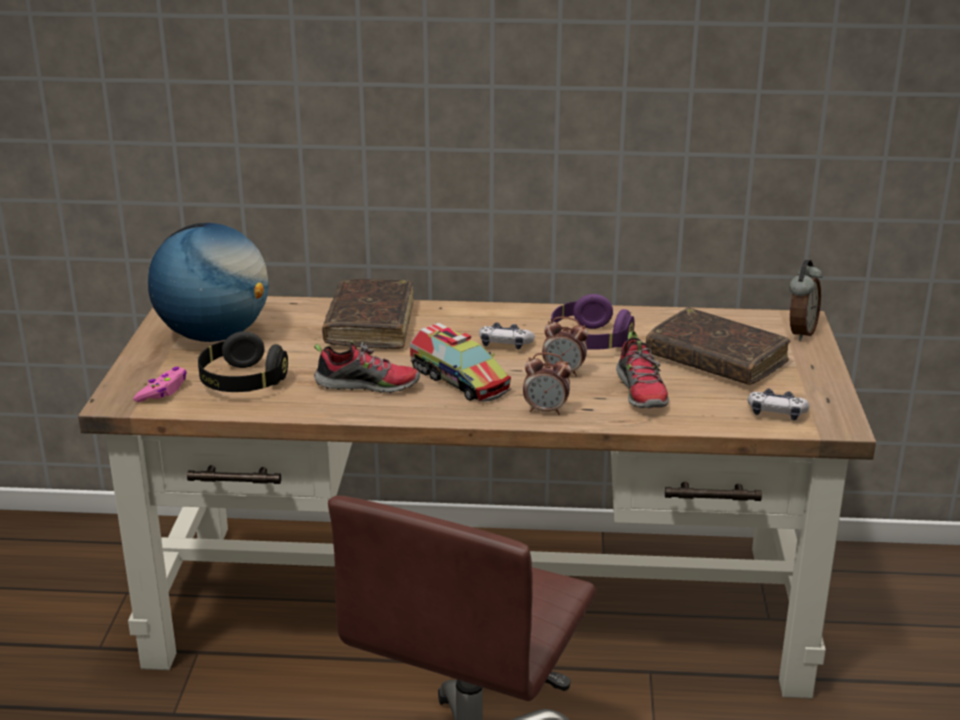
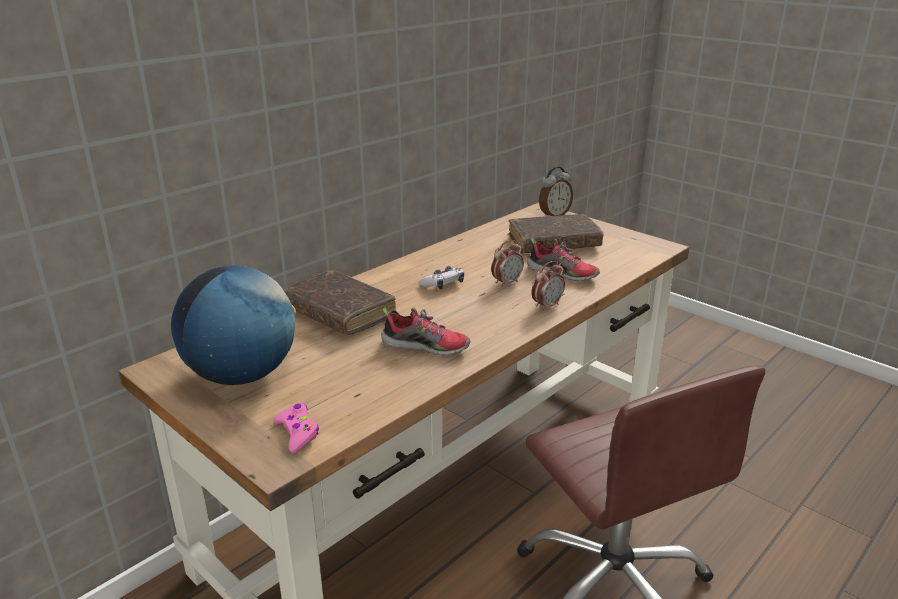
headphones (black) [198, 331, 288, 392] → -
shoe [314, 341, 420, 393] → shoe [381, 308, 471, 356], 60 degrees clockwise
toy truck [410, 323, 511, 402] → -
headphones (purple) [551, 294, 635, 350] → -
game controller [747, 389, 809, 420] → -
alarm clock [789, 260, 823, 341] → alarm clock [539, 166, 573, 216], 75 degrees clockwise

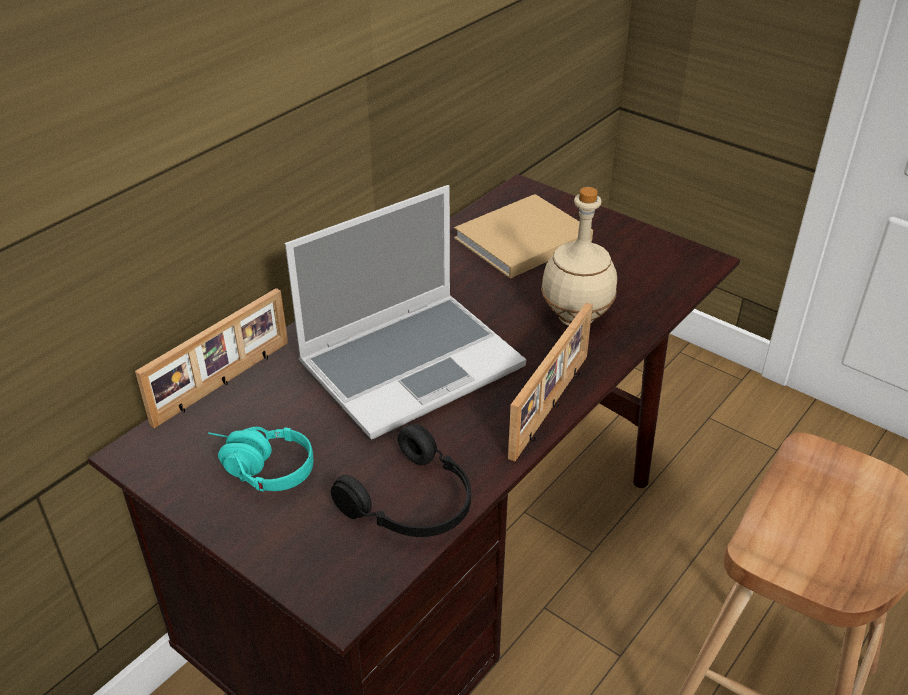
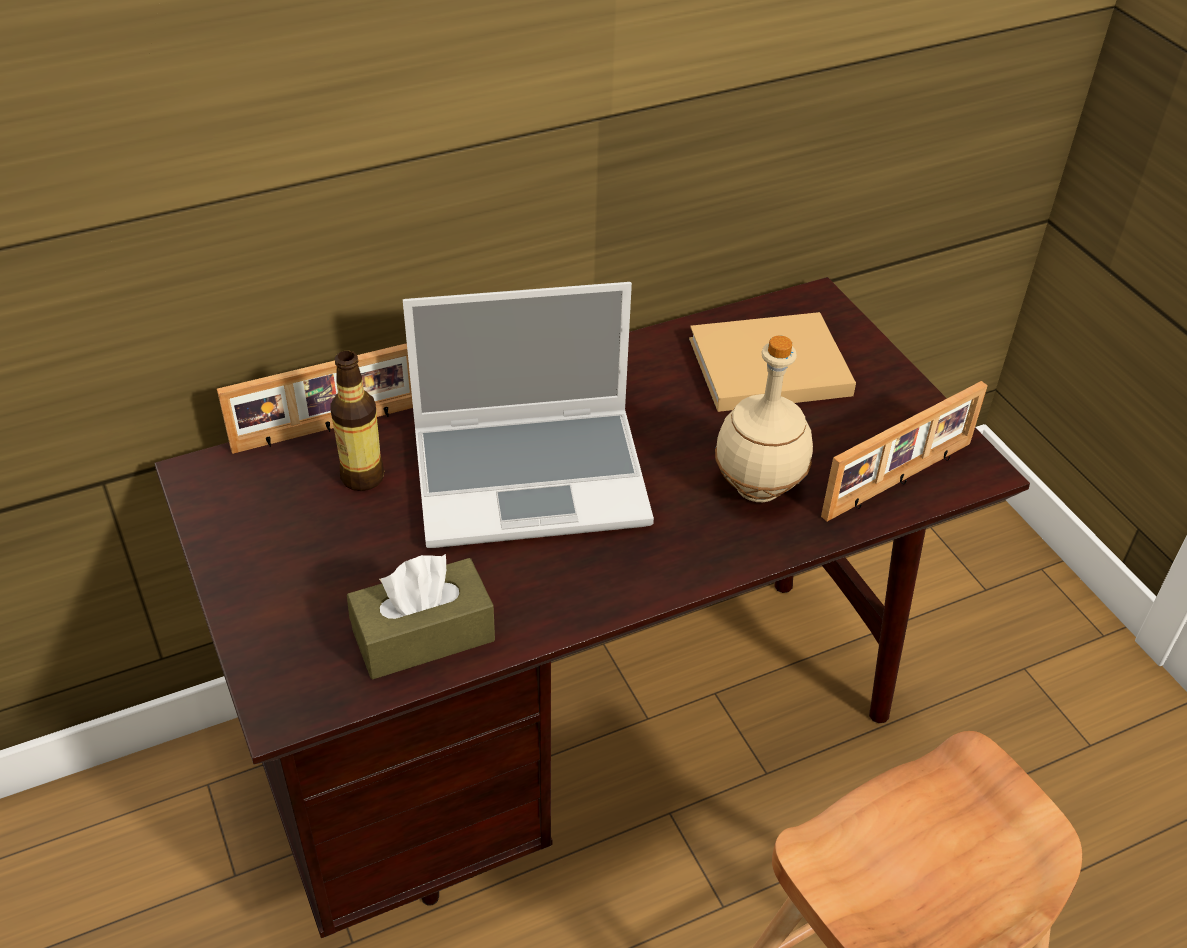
headphones (turquoise) [208, 427, 313, 492] → -
headphones (black) [331, 424, 471, 537] → tissue box (brown) [347, 554, 495, 679]
picture frame [508, 303, 593, 461] → picture frame [821, 381, 988, 522], relocated
- → bottle [330, 351, 385, 491]

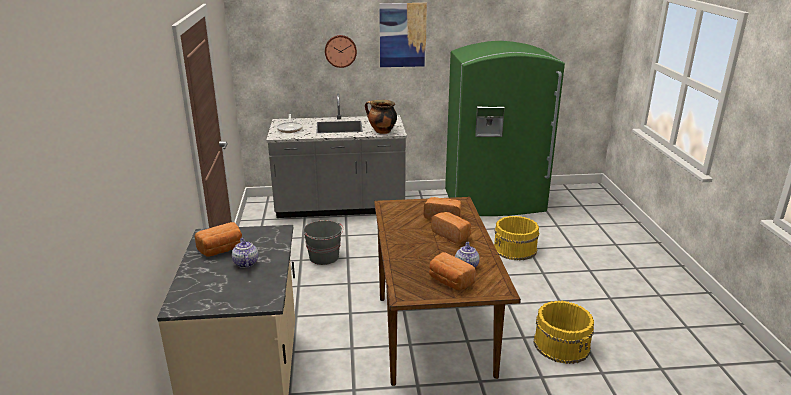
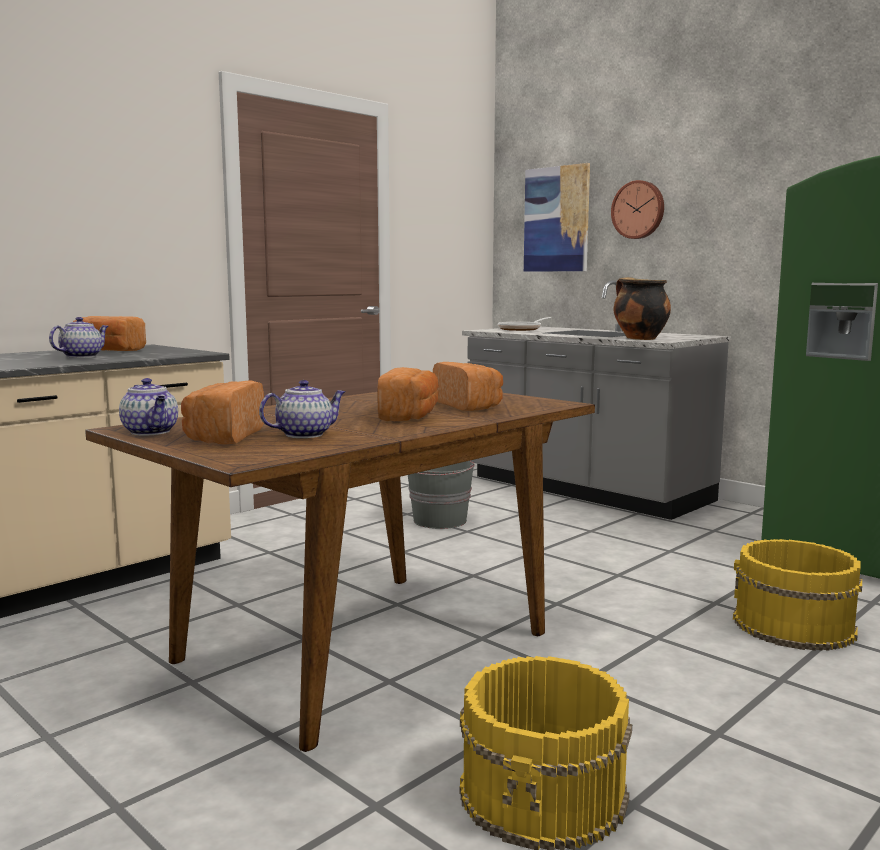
picture [379, 3, 427, 67] → picture [524, 163, 590, 272], relocated
- → teapot [119, 378, 178, 435]

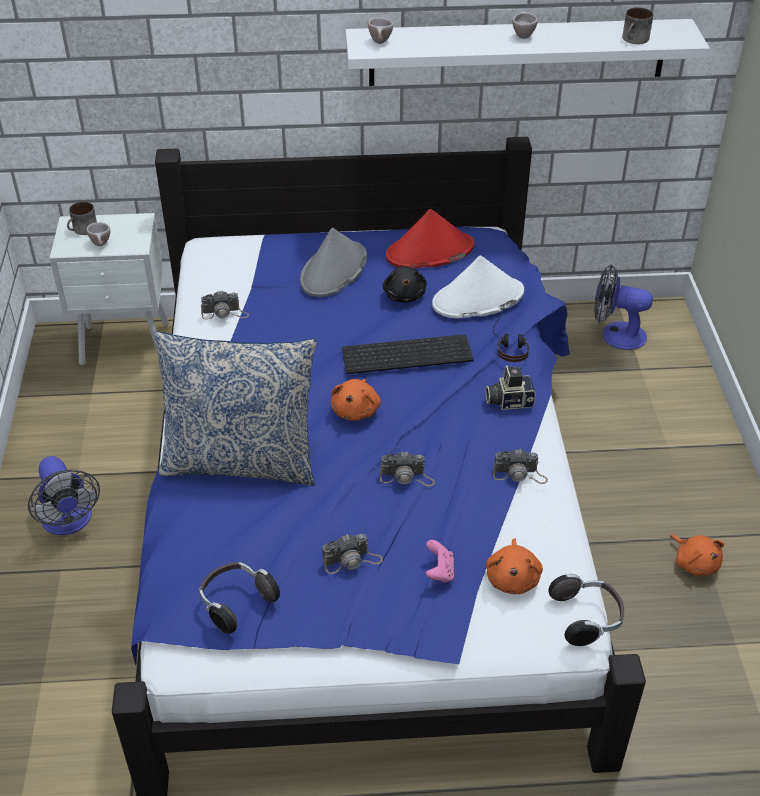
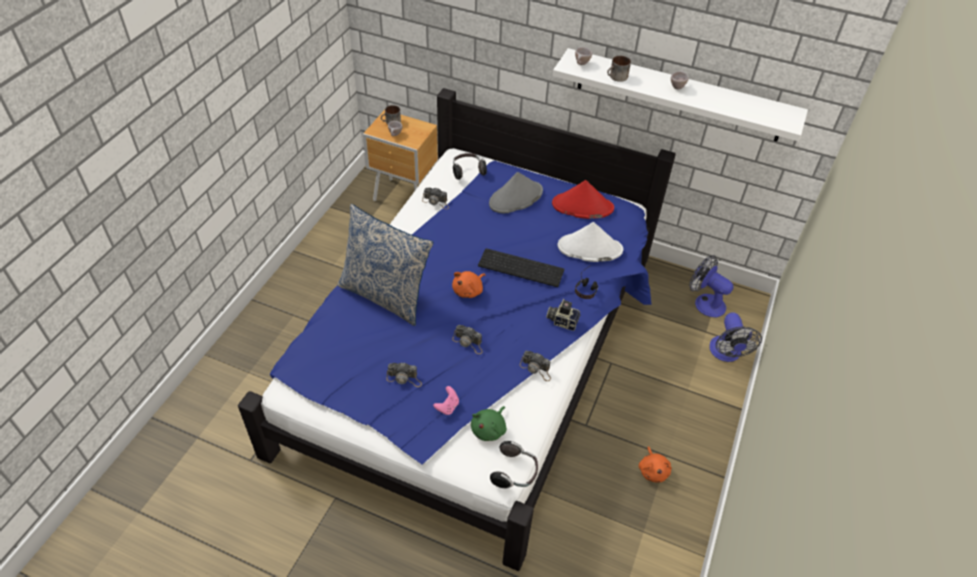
fan [28, 456, 100, 535] → fan [709, 312, 762, 362], relocated
nightstand (white) [50, 213, 169, 365] → nightstand (brown) [363, 110, 438, 201]
headphones [199, 562, 280, 634] → headphones [453, 153, 487, 180], relocated
plush toy (black) [383, 266, 427, 303] → -
plush toy (orange) [486, 538, 543, 594] → plush toy (green) [471, 406, 507, 441]
mug [622, 7, 653, 44] → mug [607, 56, 631, 82], relocated

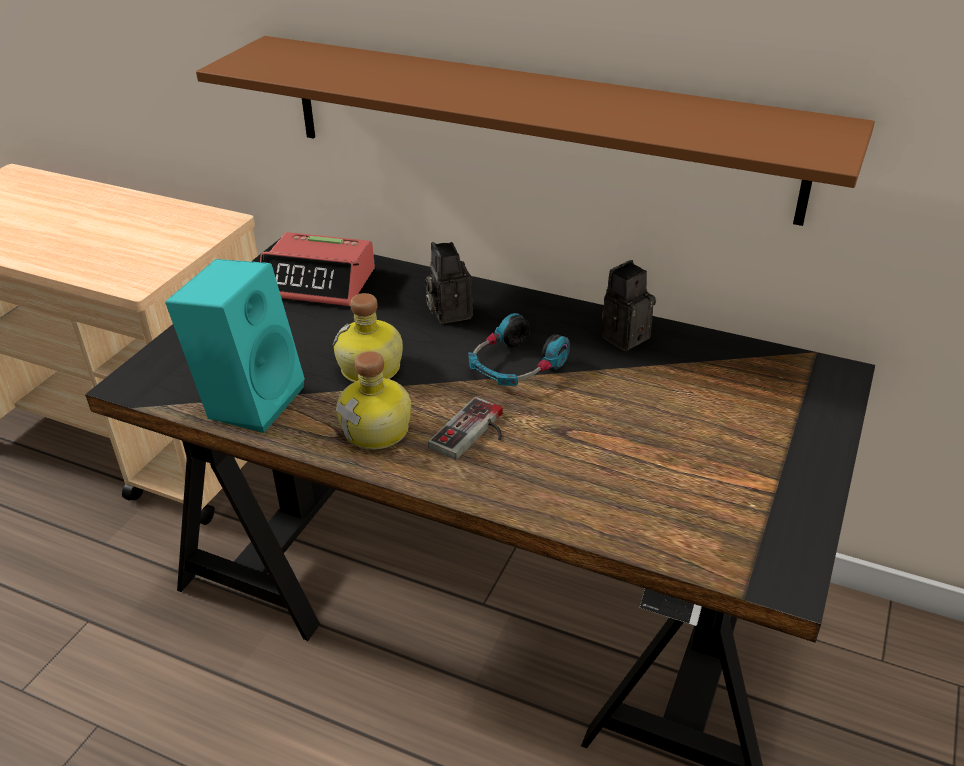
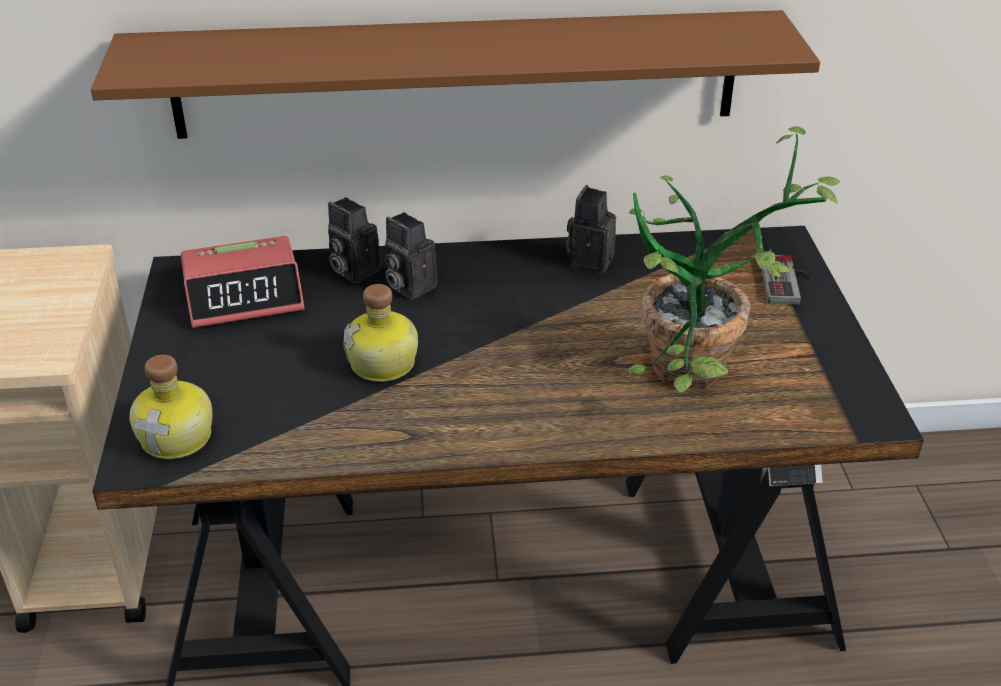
speaker (turquoise) [165, 259, 305, 433] → -
bottle [336, 351, 411, 450] → bottle [129, 355, 213, 459], relocated
game controller [428, 397, 503, 460] → game controller [762, 255, 814, 305], relocated
headphones [468, 313, 570, 386] → -
- → photo camera [328, 197, 381, 283]
- → potted plant [629, 126, 840, 392]

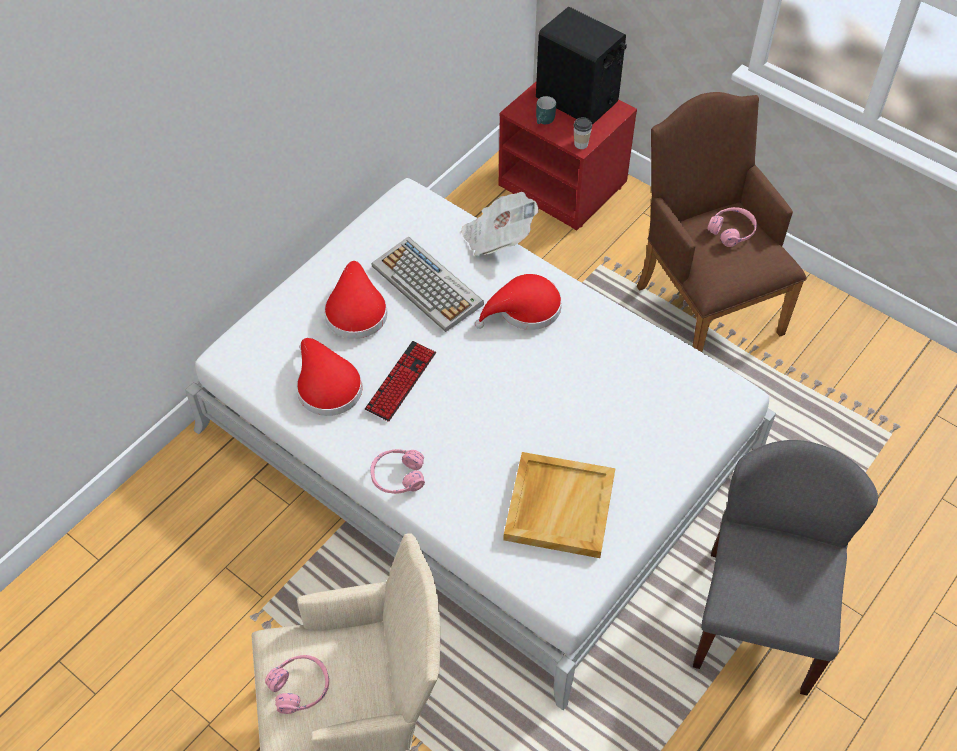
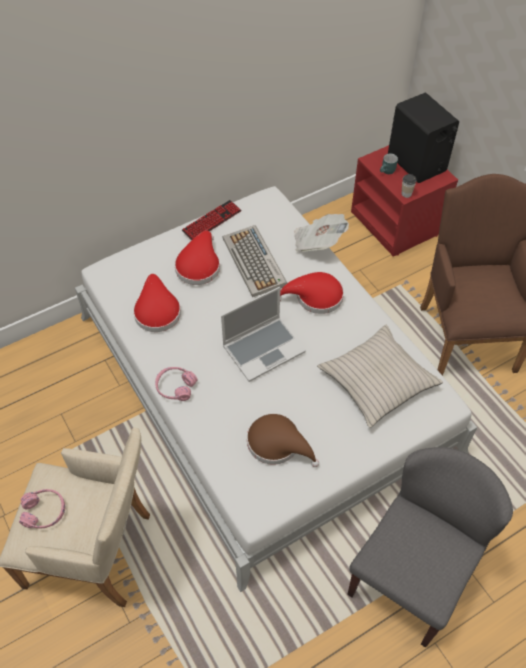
keyboard [365, 341, 436, 422] → keyboard [182, 200, 241, 240], relocated
tray (beige) [503, 452, 616, 558] → hat (brown) [247, 414, 319, 467]
headphones (pink) [707, 207, 757, 247] → -
- → laptop [221, 287, 306, 382]
- → pillow (beige) [317, 325, 443, 428]

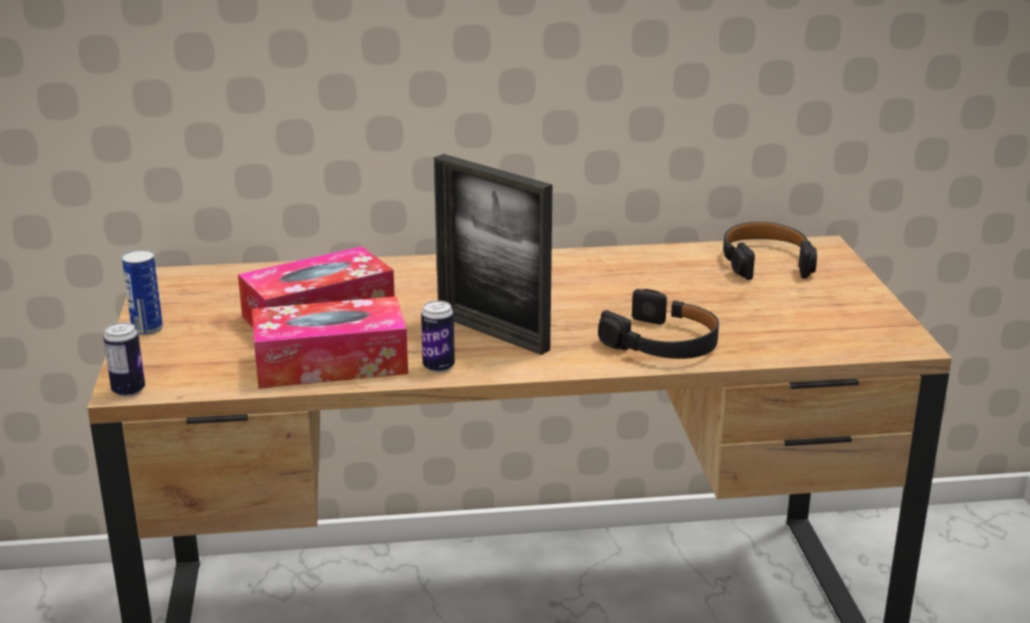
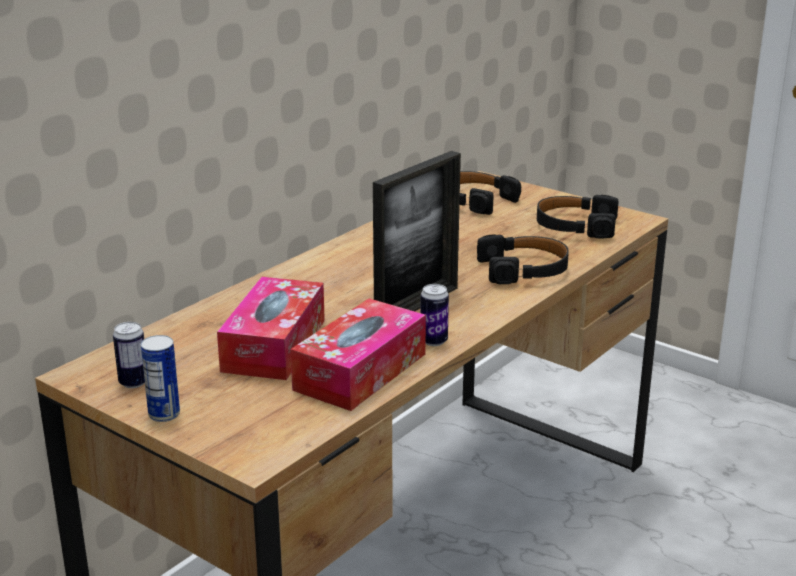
can [103, 322, 145, 397] → can [113, 322, 145, 388], relocated
picture frame [434, 154, 552, 355] → picture frame [373, 151, 461, 311], 45 degrees counterclockwise
- → headphones (black) [537, 195, 619, 239]

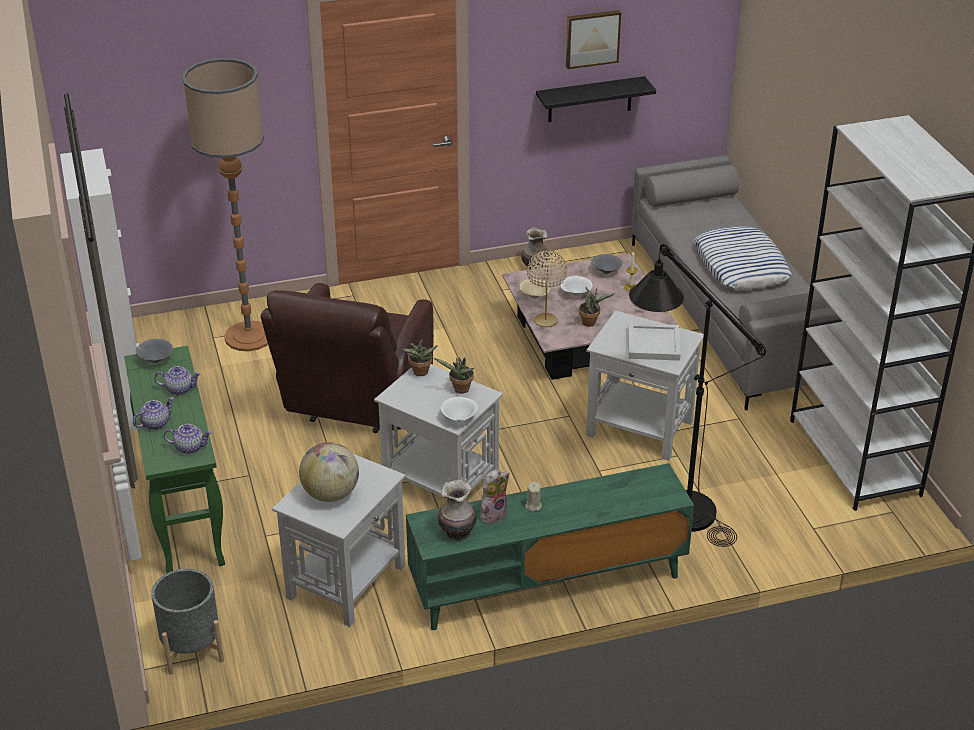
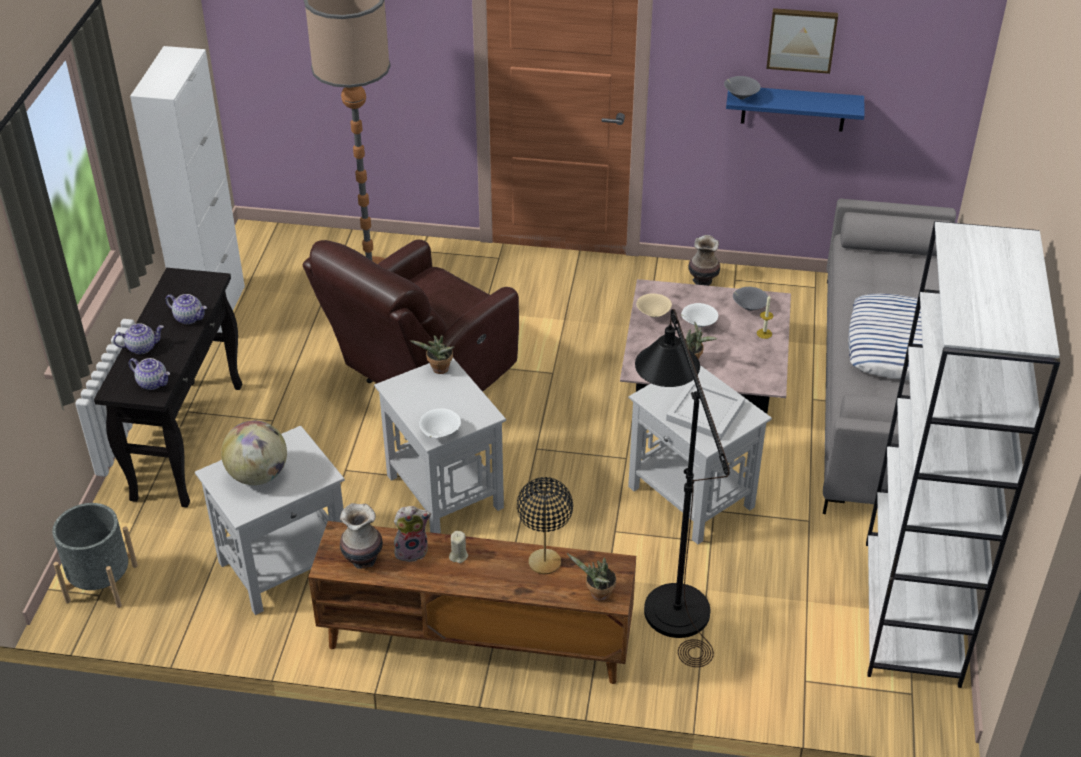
console table (green) [124, 346, 225, 574] → console table (black) [94, 268, 242, 507]
bowl (grey) [135, 339, 173, 363] → bowl (grey) [724, 76, 761, 99], relocated
tv stand (green) [406, 463, 694, 630] → tv stand (brown) [308, 521, 636, 684]
potted plant [434, 357, 474, 394] → potted plant [567, 553, 616, 602], relocated
table lamp (beige) [527, 250, 567, 327] → -
shelf (black) [536, 76, 656, 122] → shelf (blue) [726, 88, 865, 132]
- → table lamp (black) [517, 477, 573, 574]

